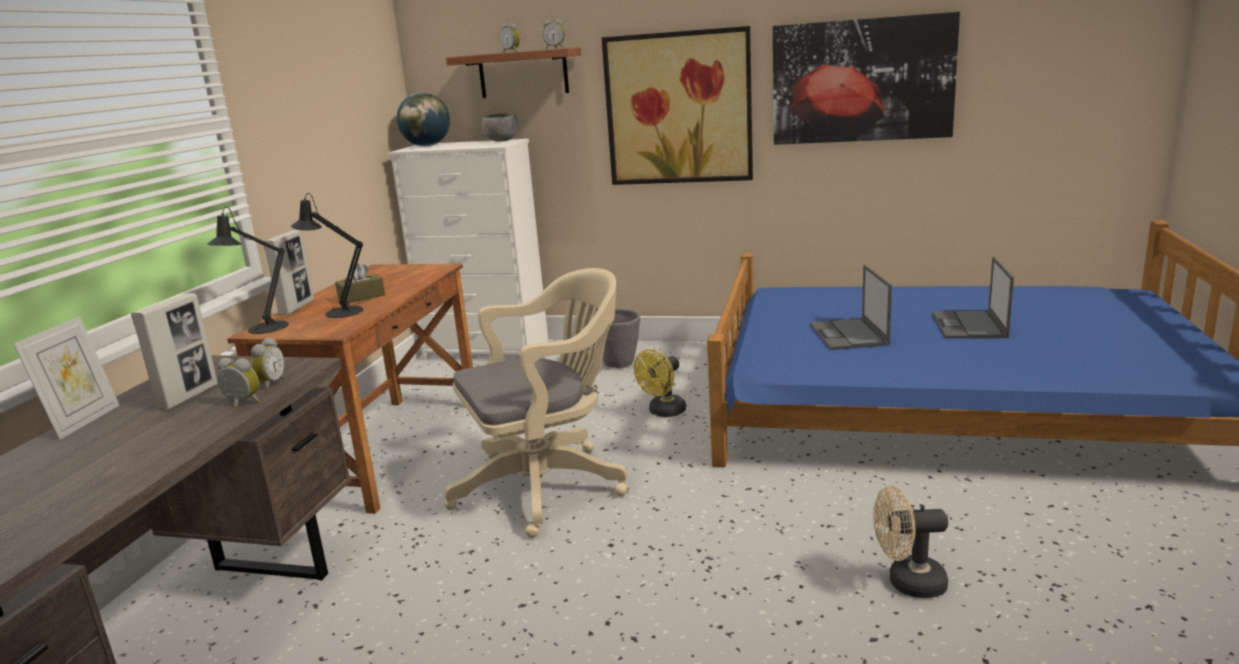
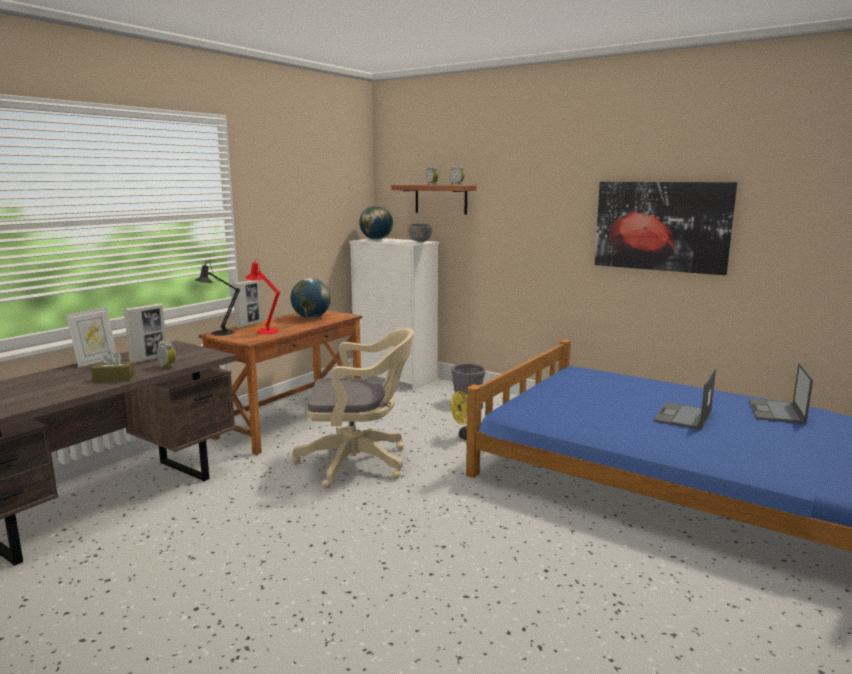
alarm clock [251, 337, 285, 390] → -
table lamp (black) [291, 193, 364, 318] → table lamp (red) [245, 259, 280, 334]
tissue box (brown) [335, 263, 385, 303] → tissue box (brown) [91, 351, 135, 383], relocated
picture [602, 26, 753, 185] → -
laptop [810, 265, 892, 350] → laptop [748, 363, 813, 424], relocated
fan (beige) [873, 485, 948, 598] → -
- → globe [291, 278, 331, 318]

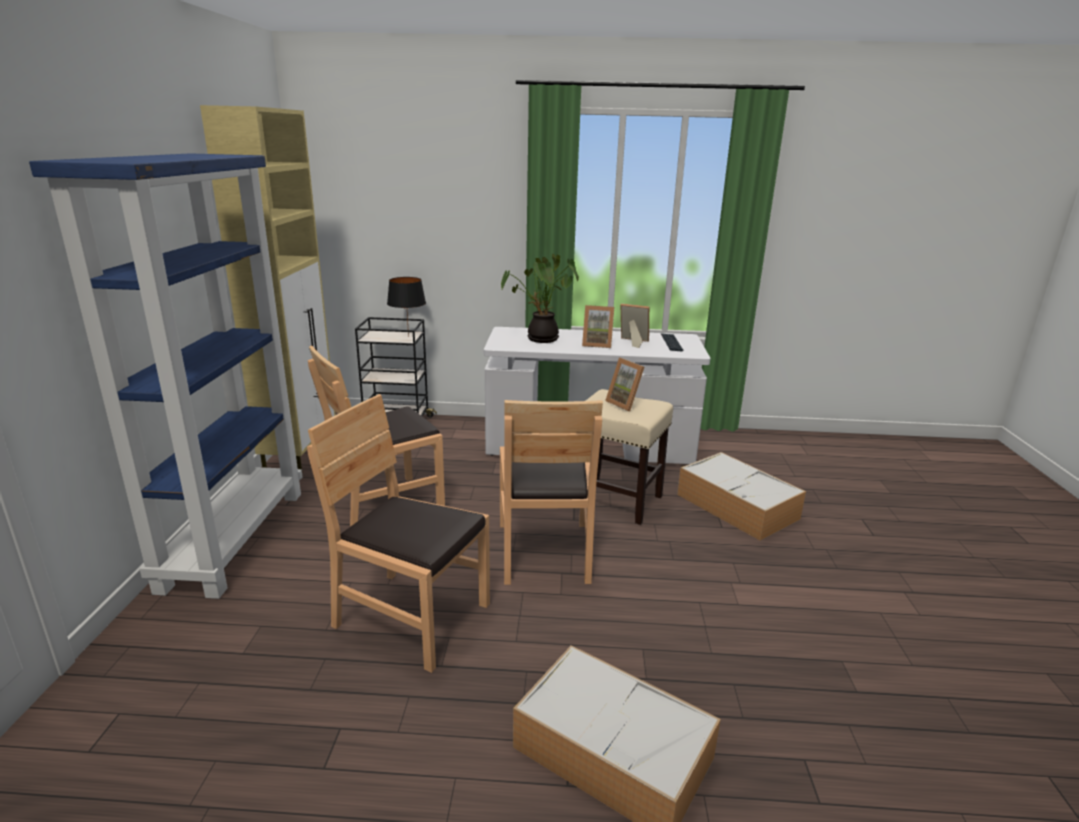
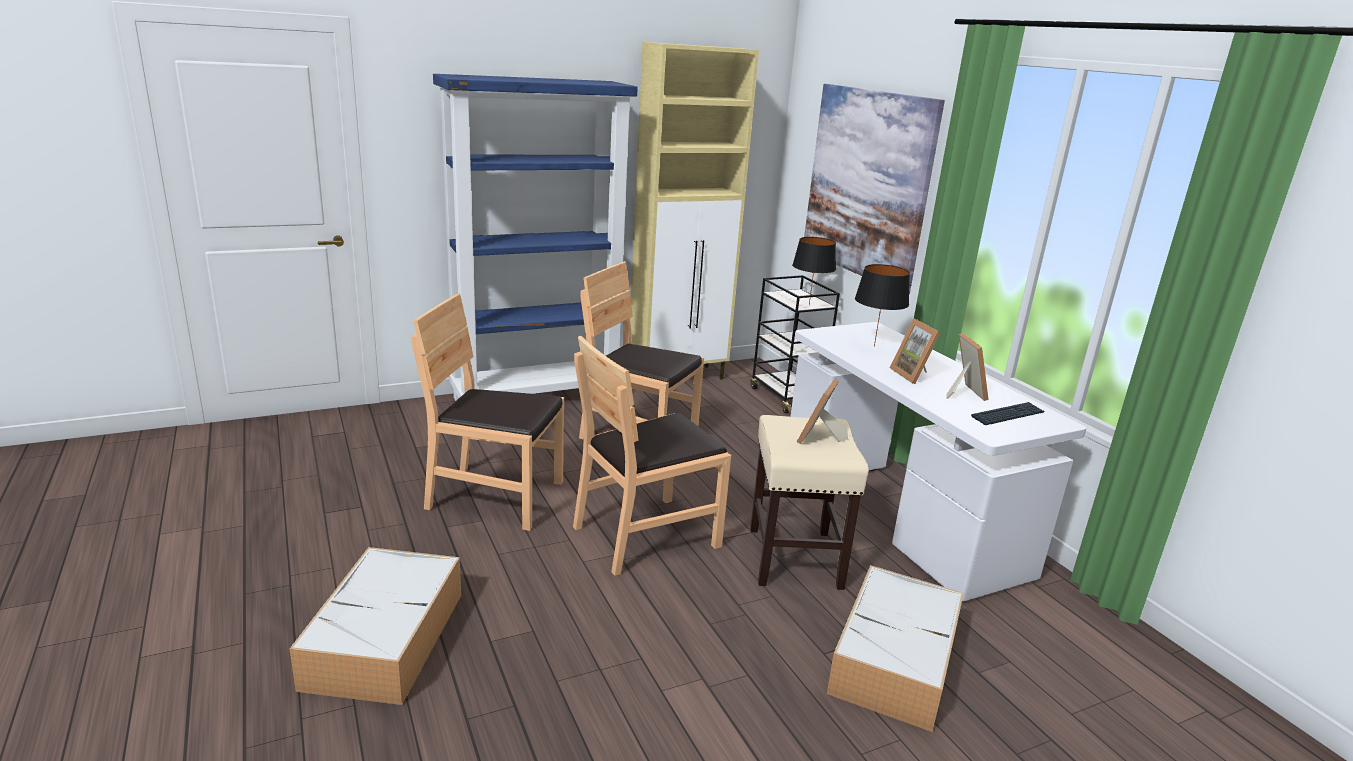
chair (brown) [307, 394, 490, 673] → chair (brown) [411, 294, 564, 531], 75 degrees counterclockwise
potted plant [501, 254, 579, 343] → table lamp (black) [855, 264, 910, 347]
- → picture [804, 84, 945, 294]

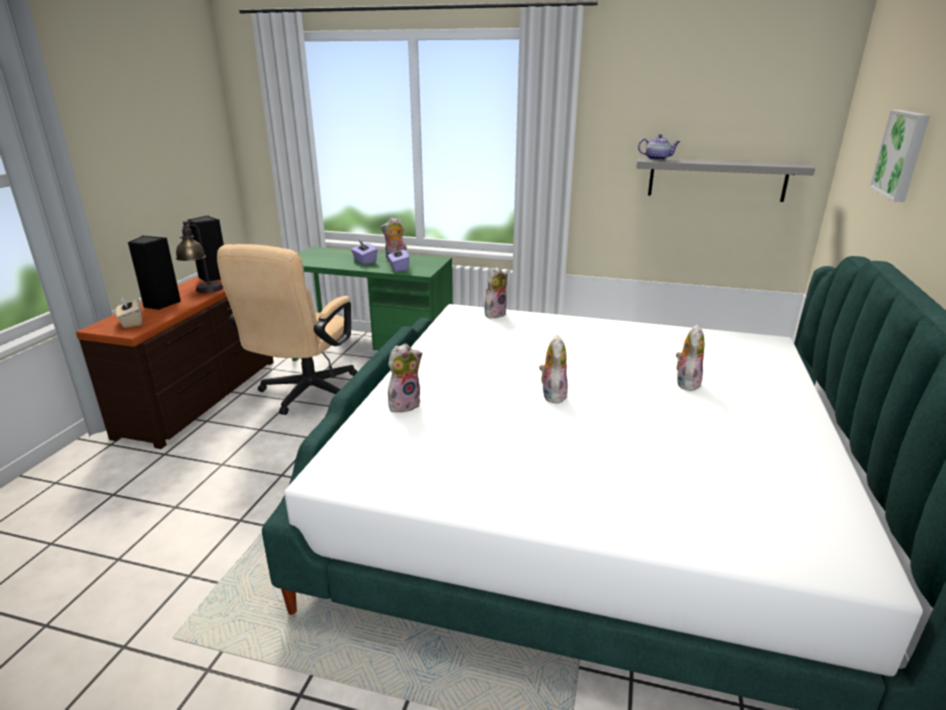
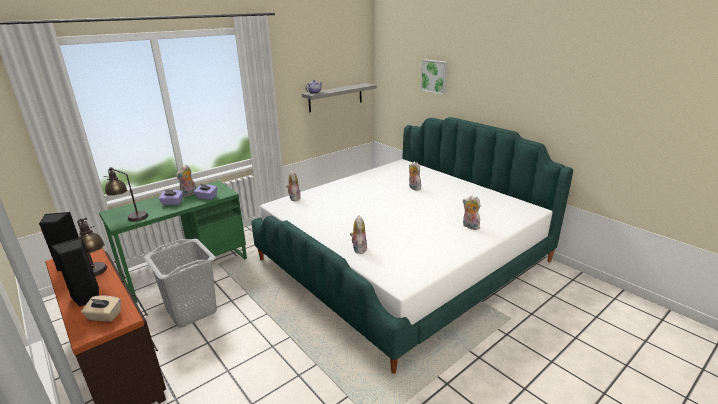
office chair (beige) [217, 244, 357, 415] → laundry basket (grey) [144, 239, 217, 328]
plush toy [539, 335, 568, 403] → plush toy [462, 196, 481, 230], relocated
- → table lamp [104, 167, 148, 222]

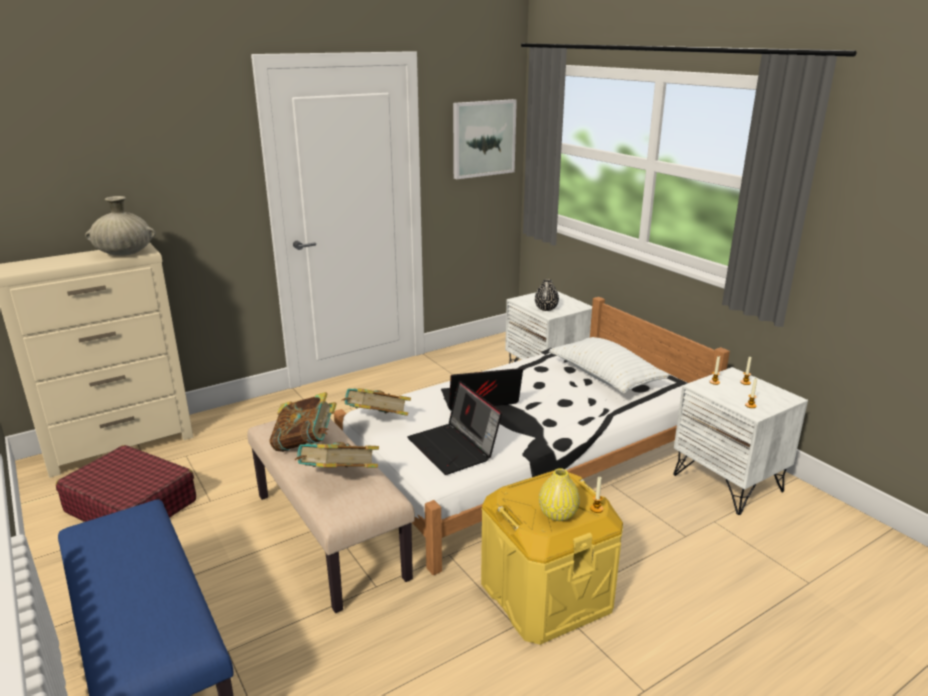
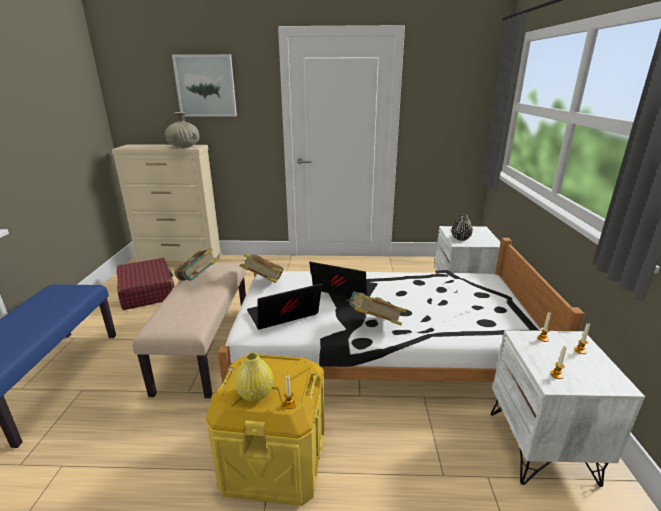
book [295, 442, 379, 468] → book [346, 292, 406, 325], relocated
laptop [408, 380, 502, 475] → laptop [247, 284, 322, 329], 60 degrees clockwise
picture [453, 99, 517, 179] → picture [172, 54, 237, 116], relocated
pillow (white) [549, 337, 670, 394] → -

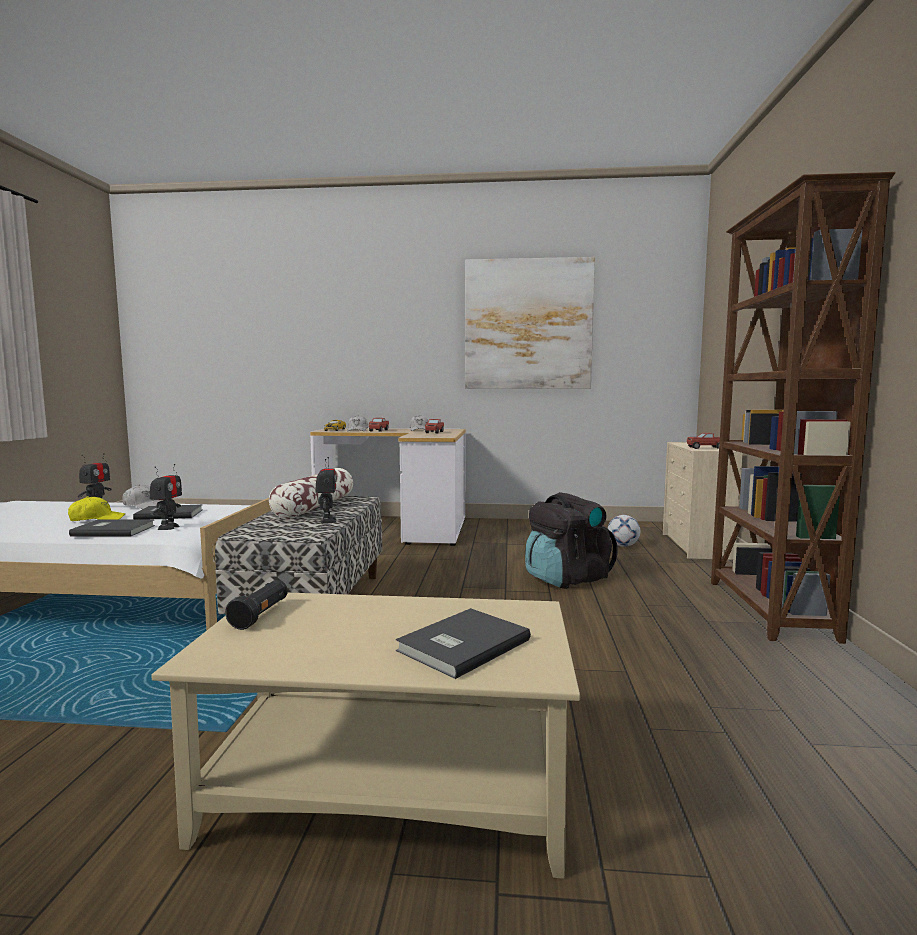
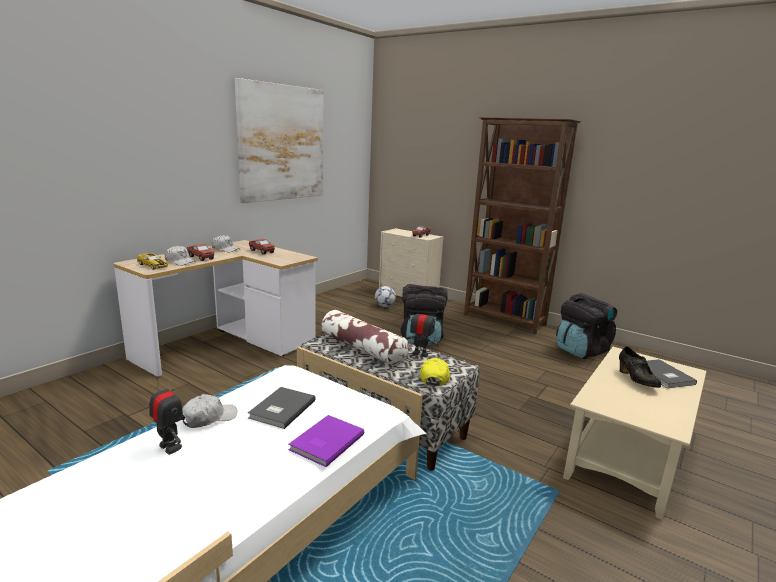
cap (yellow) [68, 496, 126, 521] → cap (yellow) [420, 358, 450, 386], relocated
book (grey) [69, 520, 155, 536] → book (purple) [288, 415, 364, 467]
toy robot [150, 464, 182, 530] → -
flashlight (black) [225, 580, 288, 630] → -
- → backpack (black) [556, 293, 617, 359]
- → shoe (black) [619, 346, 661, 388]

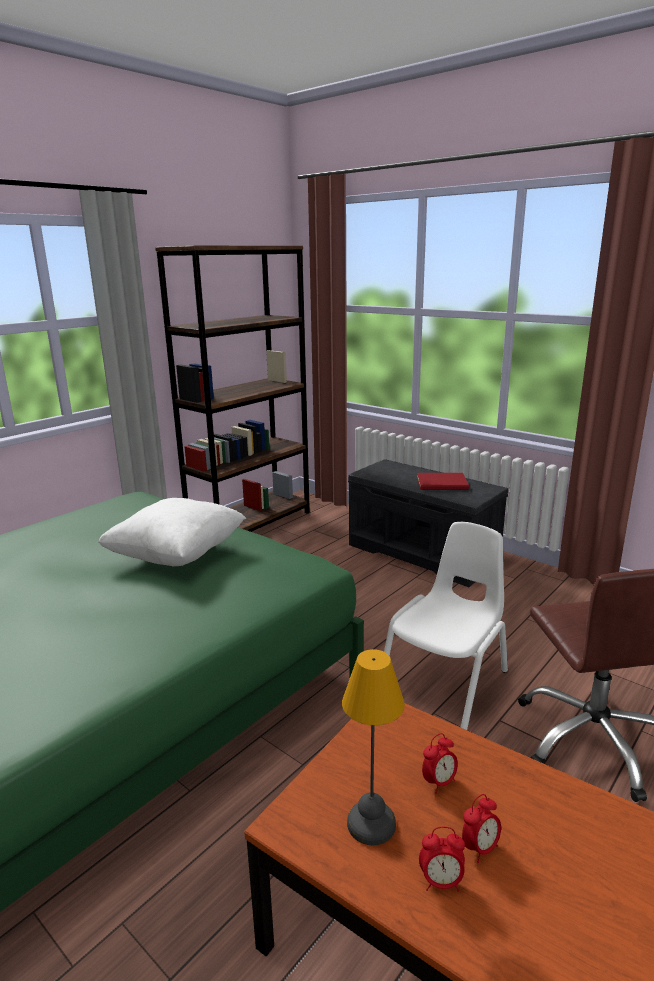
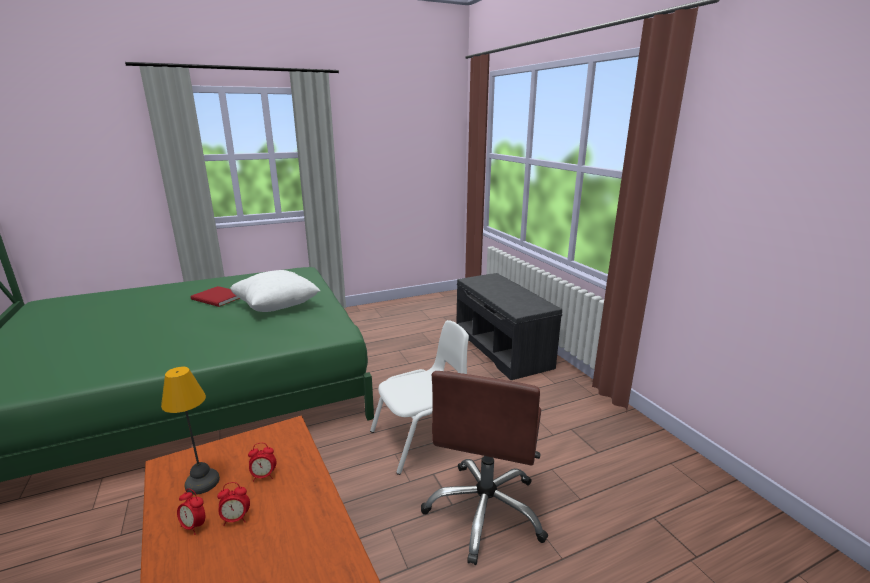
bookcase (brown) [155, 246, 310, 532] → -
book (red) [417, 473, 469, 490] → book (red) [191, 286, 240, 307], relocated

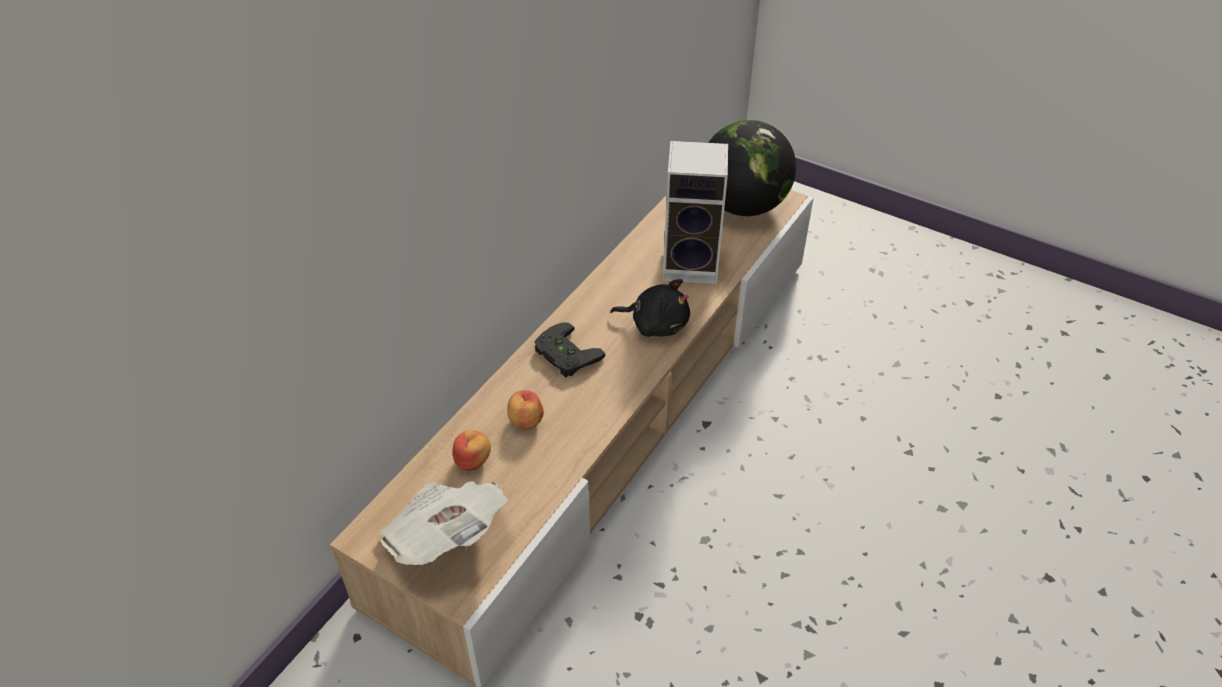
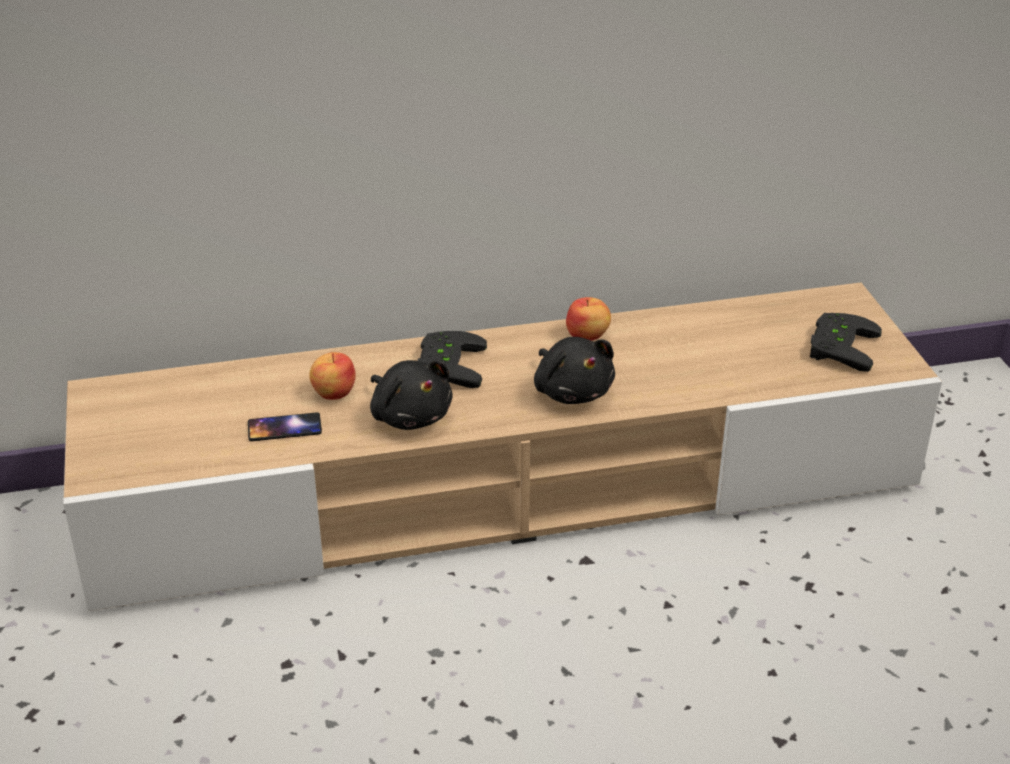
newspaper [378, 481, 508, 565] → -
apple [453, 430, 491, 471] → apple [566, 297, 611, 341], relocated
speaker [662, 141, 728, 284] → -
globe [708, 120, 796, 216] → game controller (black) [810, 313, 882, 372]
- → phone [248, 412, 322, 441]
- → plush toy (black) [370, 360, 453, 430]

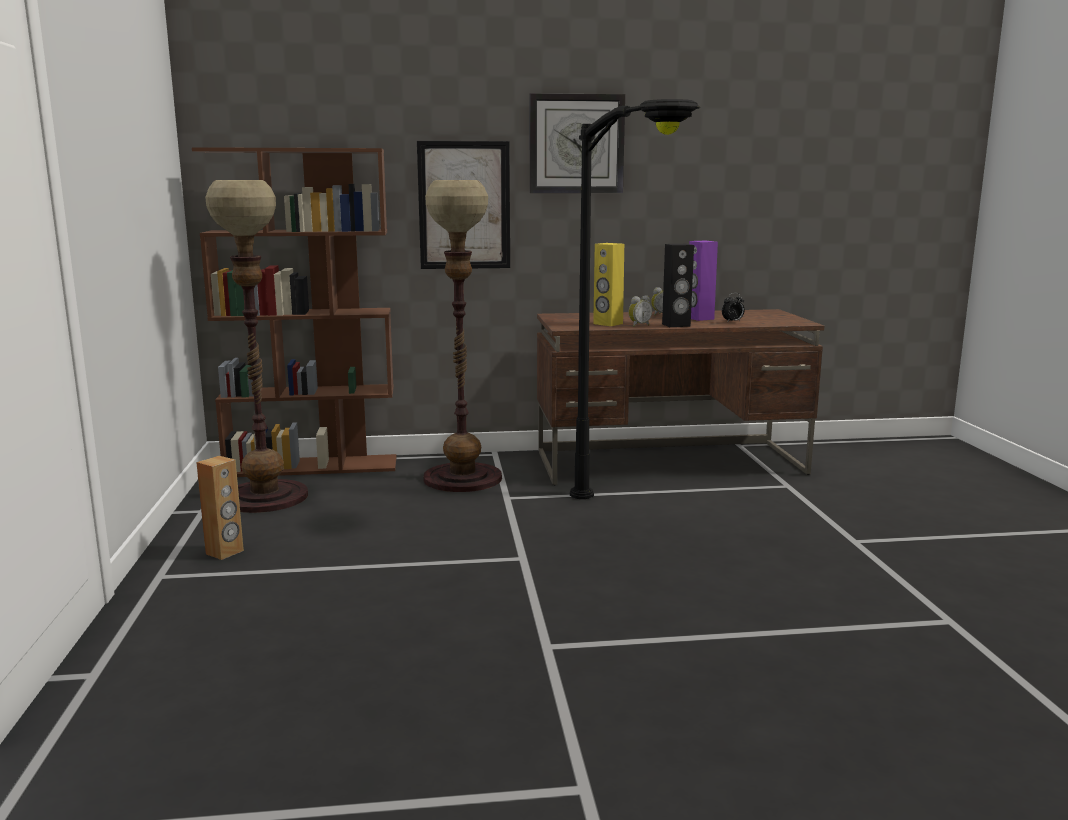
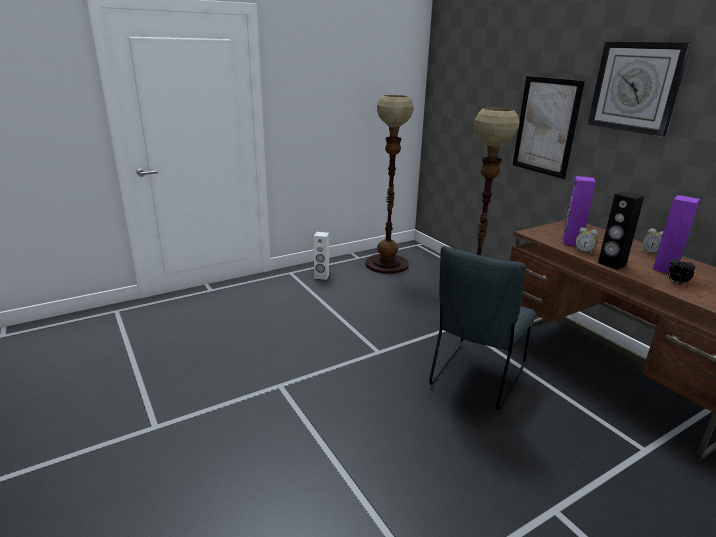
bookcase (brown) [192, 147, 396, 477] → -
speaker (brown) [196, 456, 244, 560] → speaker (white) [314, 232, 329, 280]
floor lamp (black) [570, 99, 700, 499] → chair (grey) [429, 246, 536, 410]
speaker (yellow) [593, 243, 624, 326] → speaker (purple) [562, 176, 596, 246]

